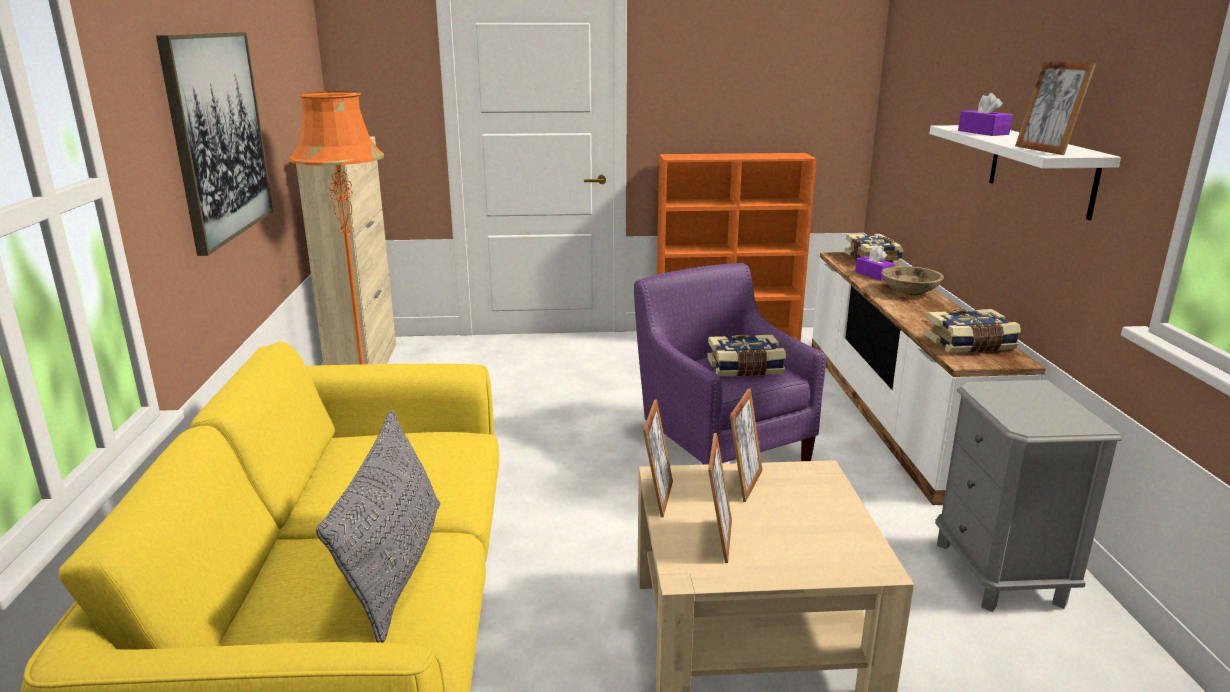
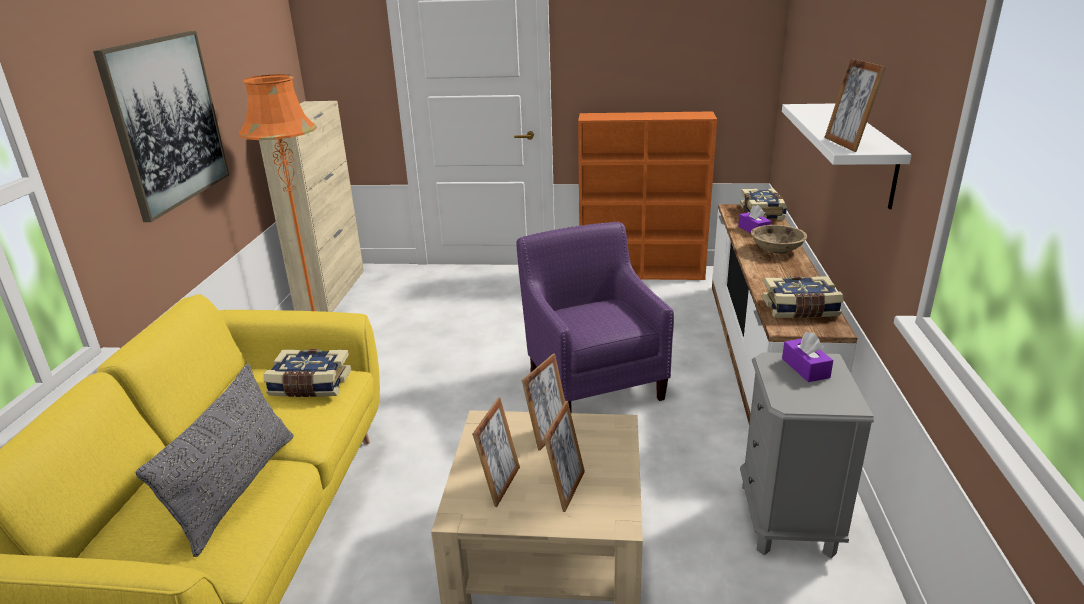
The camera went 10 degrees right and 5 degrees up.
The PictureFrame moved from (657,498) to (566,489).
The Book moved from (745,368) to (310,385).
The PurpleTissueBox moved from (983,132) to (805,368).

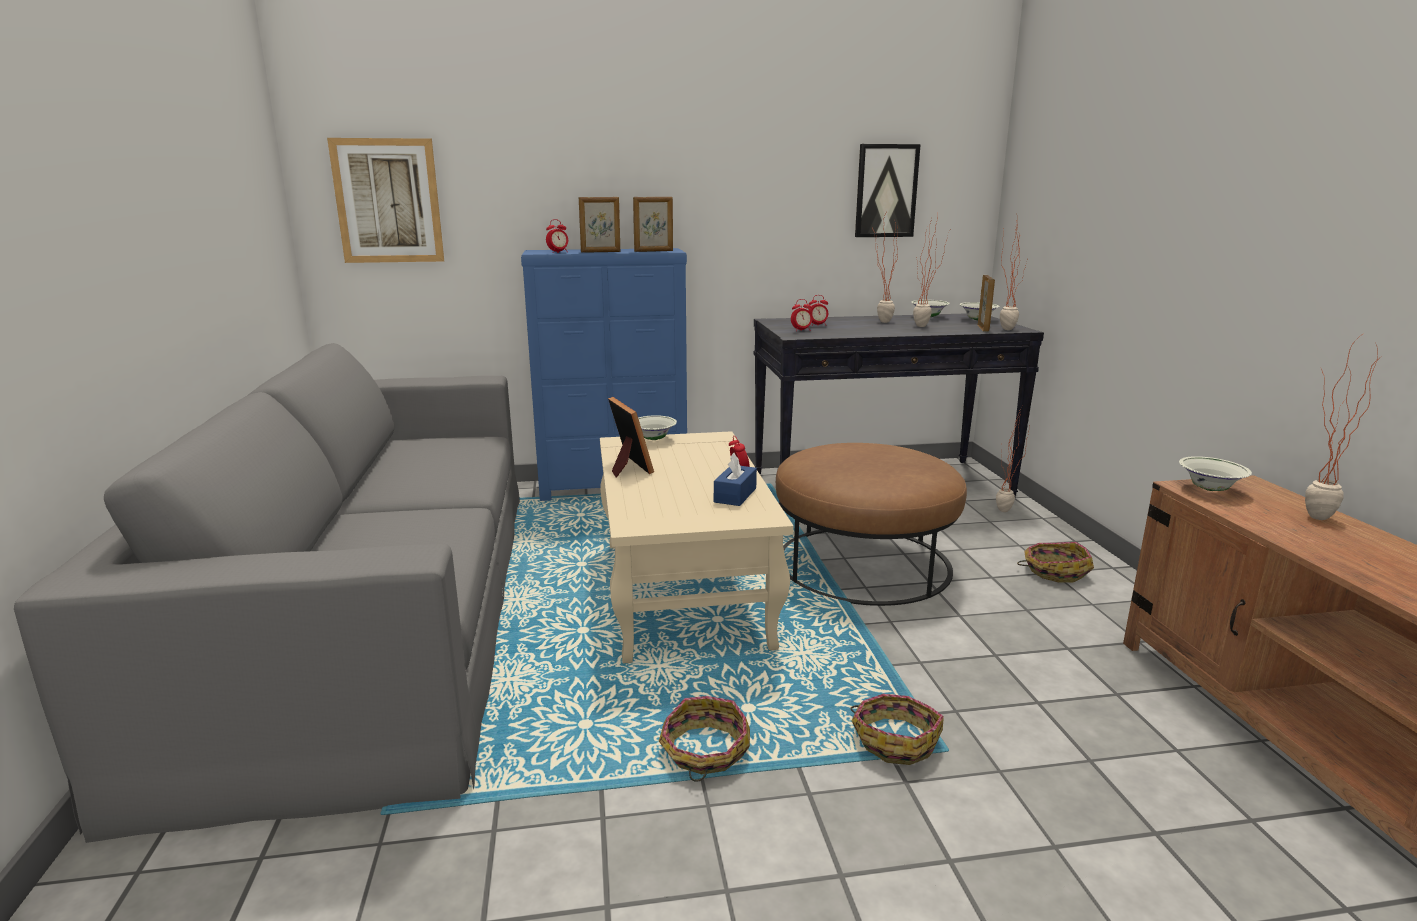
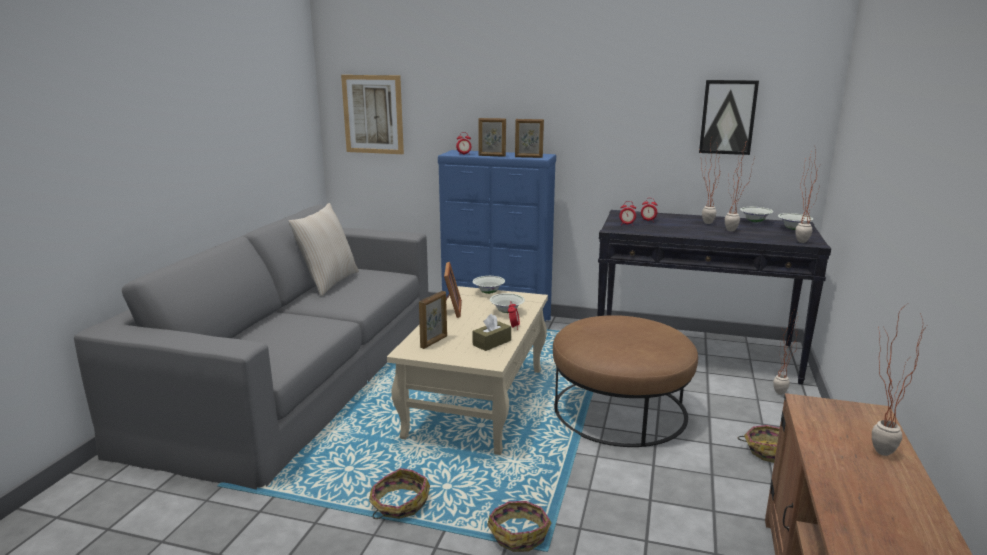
The camera went 25 degrees right and 0 degrees up.
The BlueTissueBox at (735,495) became the BrownTissueBox at (492,343).
The PictureFrame moved from (983,328) to (434,342).
The WhiteBowl moved from (1209,489) to (507,312).
The BeigePillow at (328,282) appeared.

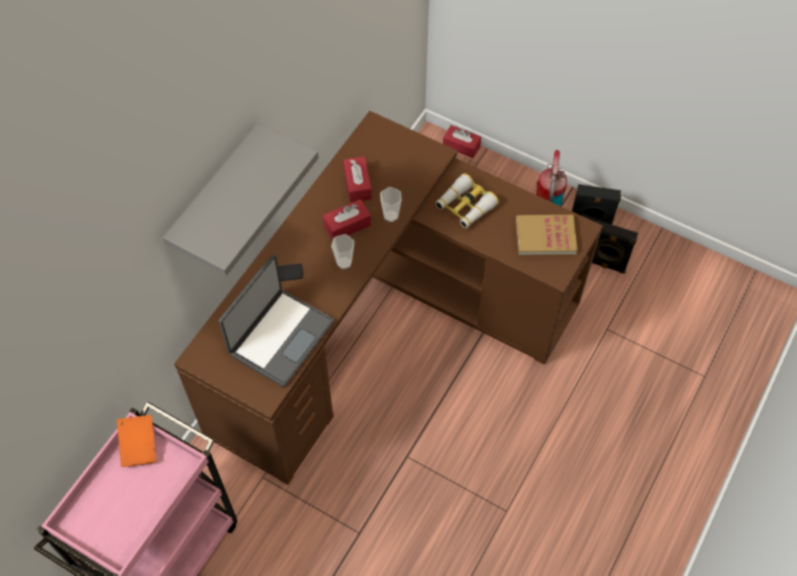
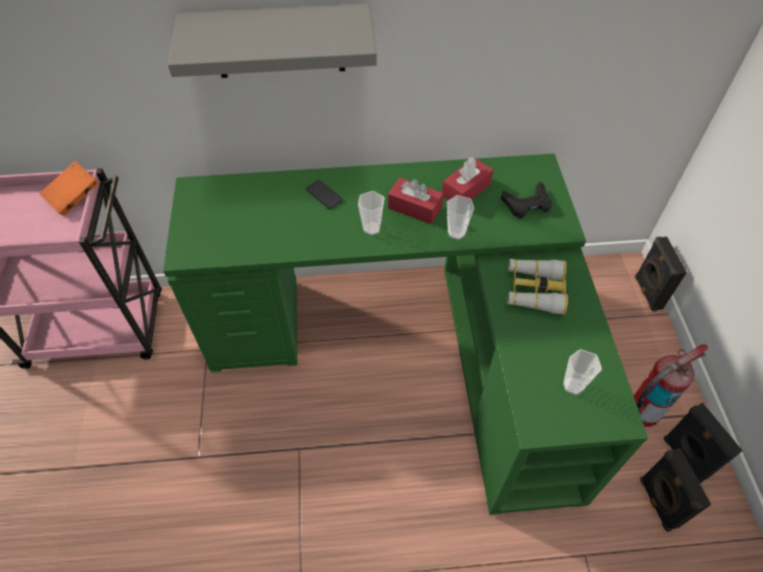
The camera went 55 degrees right and 5 degrees down.
The BrownDesk at (383,324) became the GreenDesk at (415,345).
The Laptop at (280,337) disappeared.
The RedTissueBox at (461,146) was replaced by the BlackSpeaker at (646,292).
The Book at (545,236) was replaced by the Cup at (573,386).
The BlackGameController at (527,204) appeared.

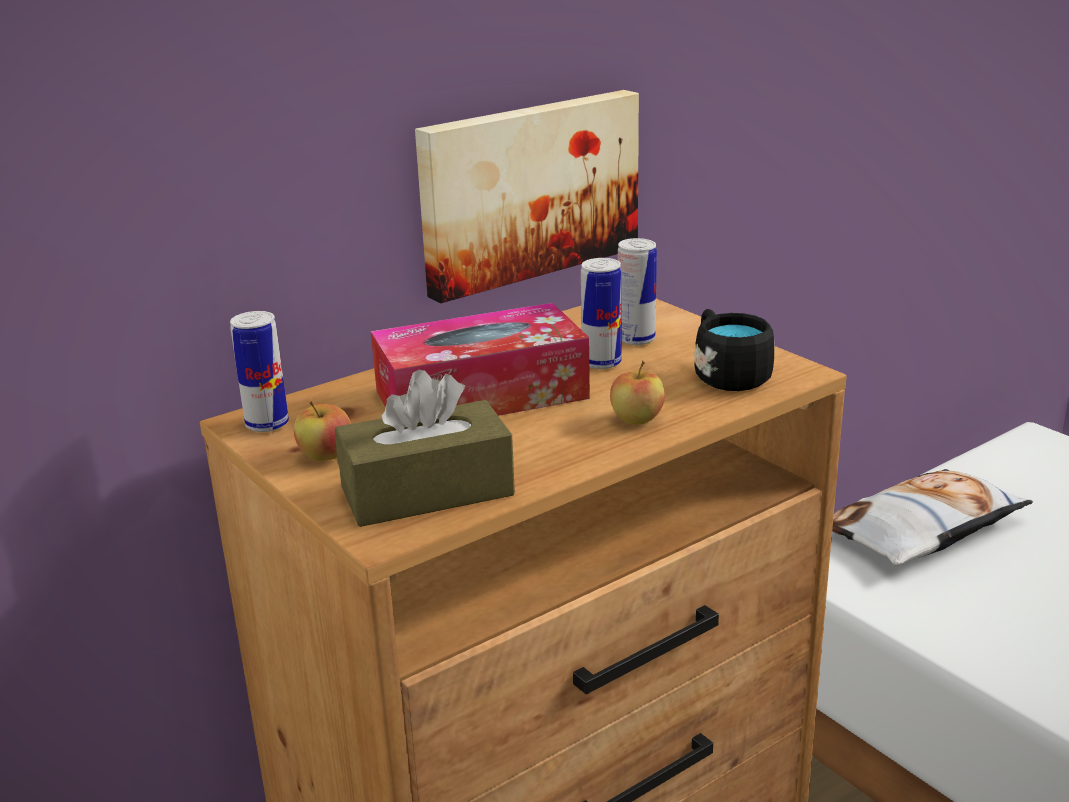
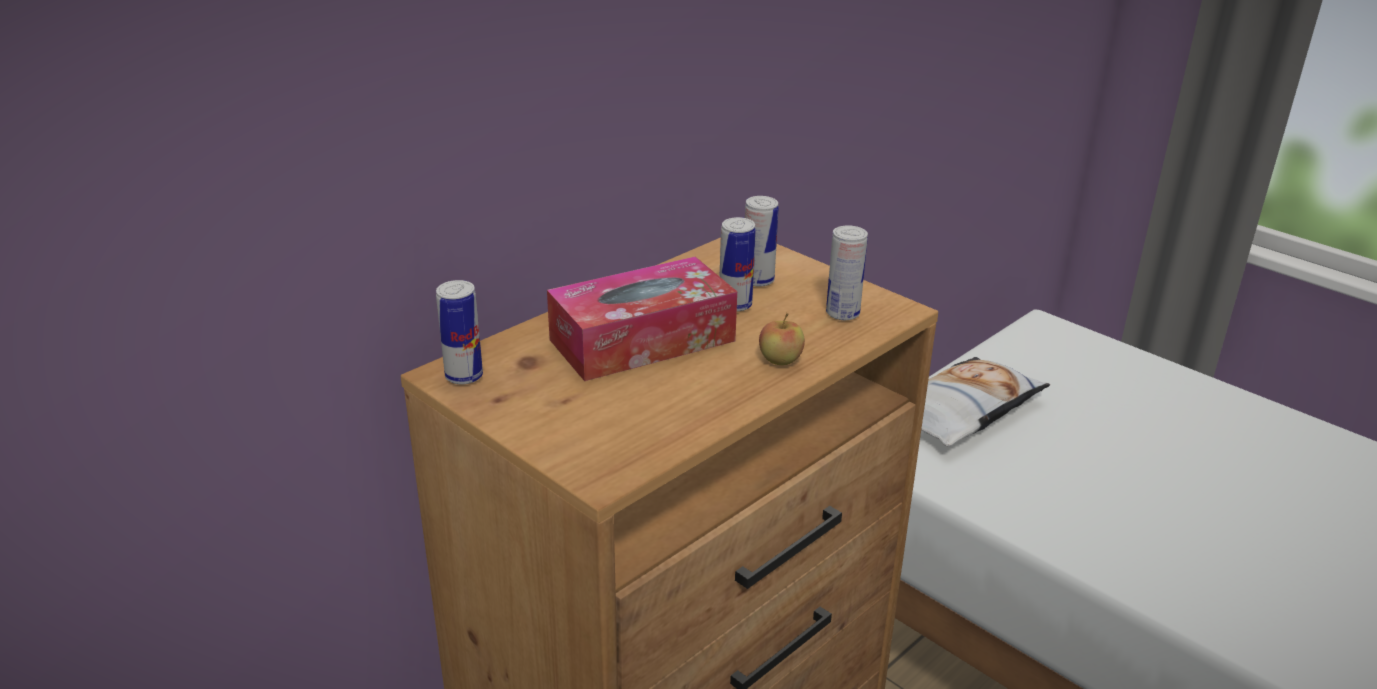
The camera went 10 degrees left and 5 degrees up.
The Apple at (326,456) disappeared.
The BrownTissueBox at (427,491) disappeared.
The Picture at (527,190) disappeared.
The BlackMug at (727,374) was replaced by the Can at (842,314).

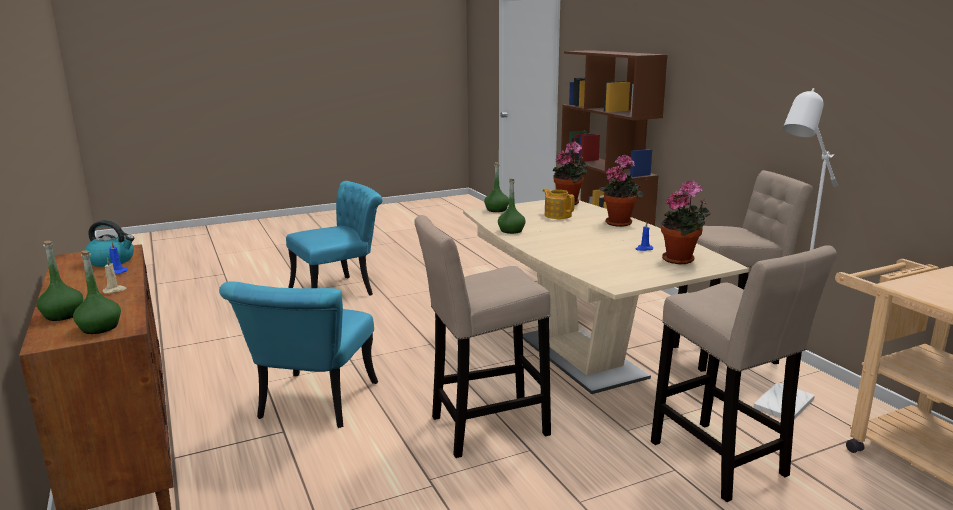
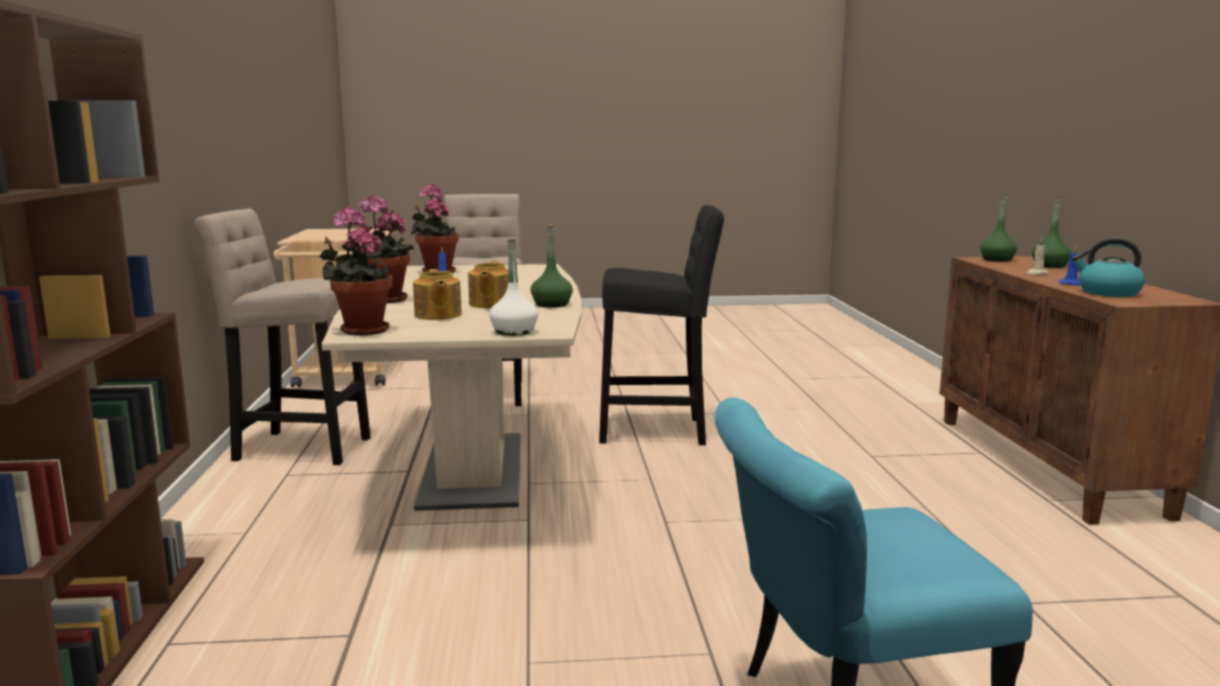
The camera went 160 degrees left and 5 degrees down.
The TurquoiseChair at (312,407) disappeared.
The BeigeStool at (483,428) became the BlackStool at (658,431).
The GreenBottle at (496,210) became the WhiteBottle at (513,331).
The WhiteFloorLamp at (779,408) disappeared.
The Teapot at (490,304) appeared.

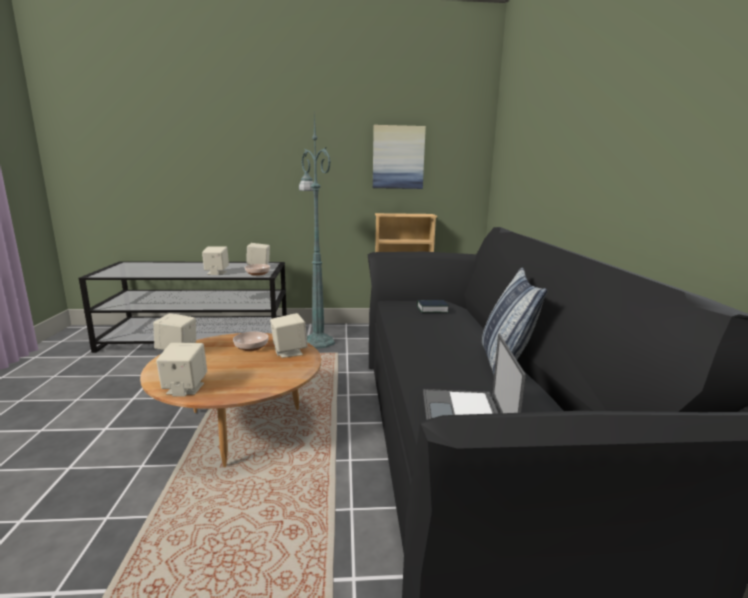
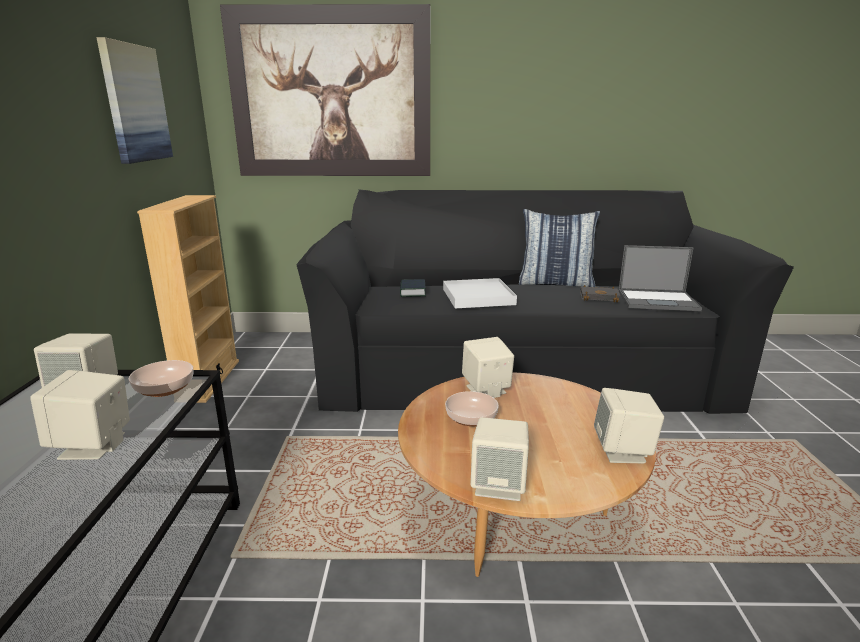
The camera went 85 degrees left and 5 degrees up.
The GreenFloorLamp at (317,341) disappeared.
The Picture at (331,94) appeared.
The WhiteTray at (478,296) appeared.
The BlackBook at (600,297) appeared.

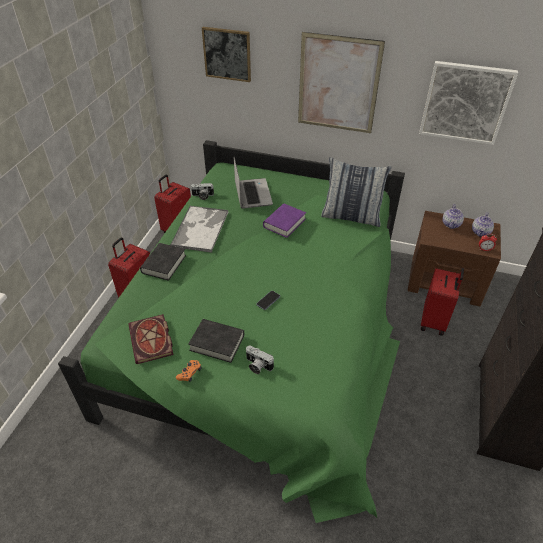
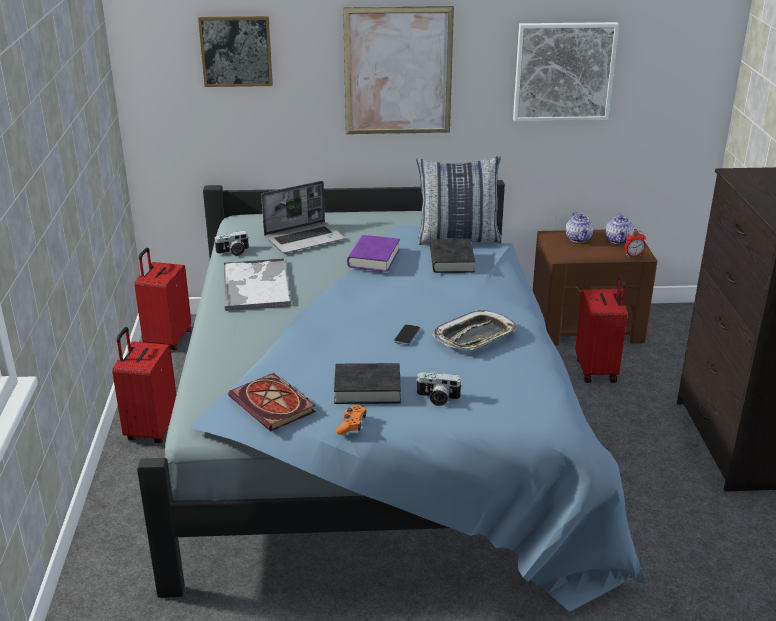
The camera went 20 degrees left and 15 degrees down.
The GreenBed at (267,333) became the BlueBed at (378,431).
The BlackBook moved from (164,264) to (451,261).
The Laptop at (252,194) turned 90 degrees clockwise.
The Tray at (475,337) appeared.

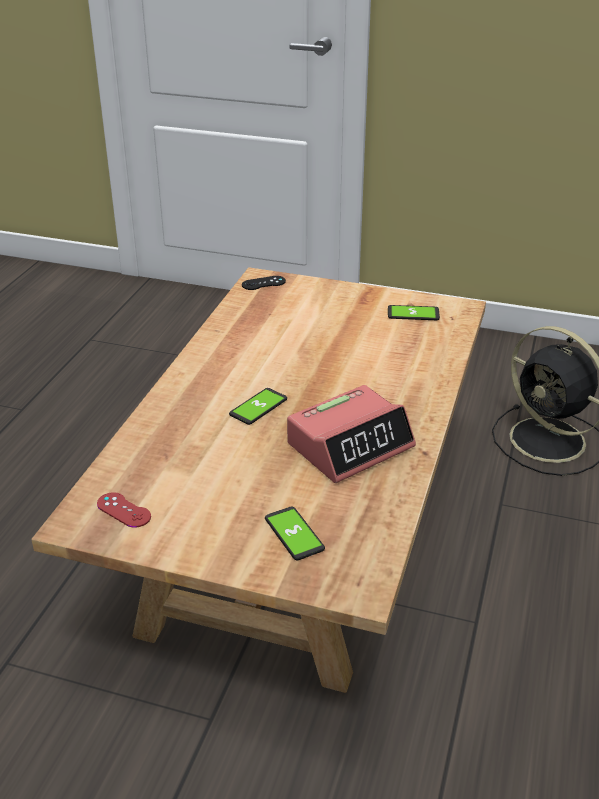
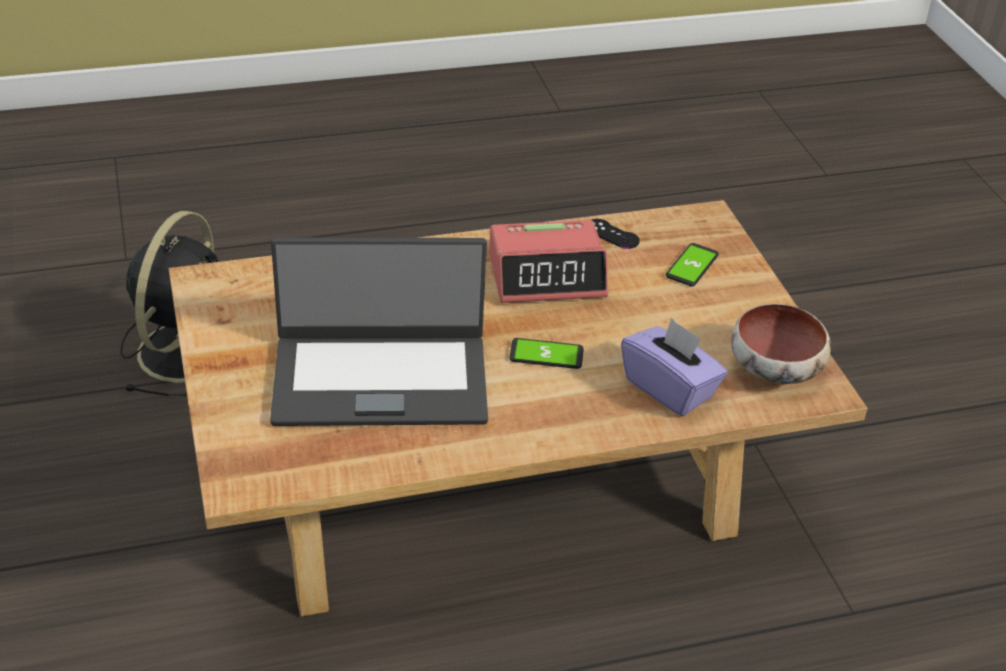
The camera went 125 degrees left and 5 degrees up.
The RedGameController at (124,510) was replaced by the Bowl at (775,370).
The BlackGameController moved from (263,283) to (612,234).
The AlarmClock at (350,445) turned 150 degrees clockwise.
The Phone at (413,314) disappeared.
The Laptop at (380,379) appeared.
The PurpleTissueBox at (669,388) appeared.

